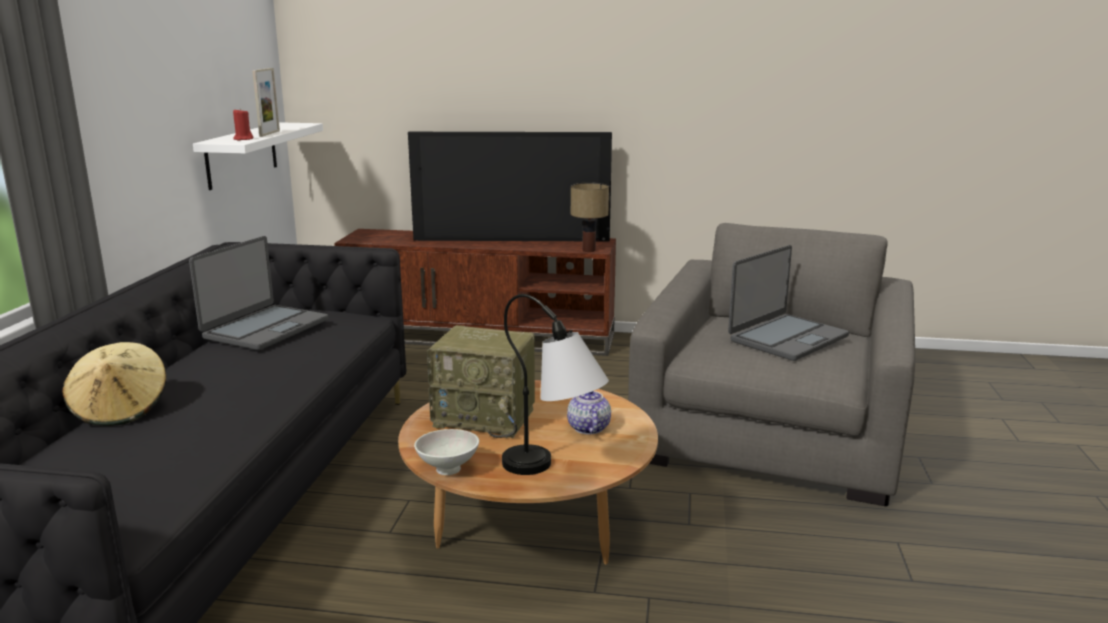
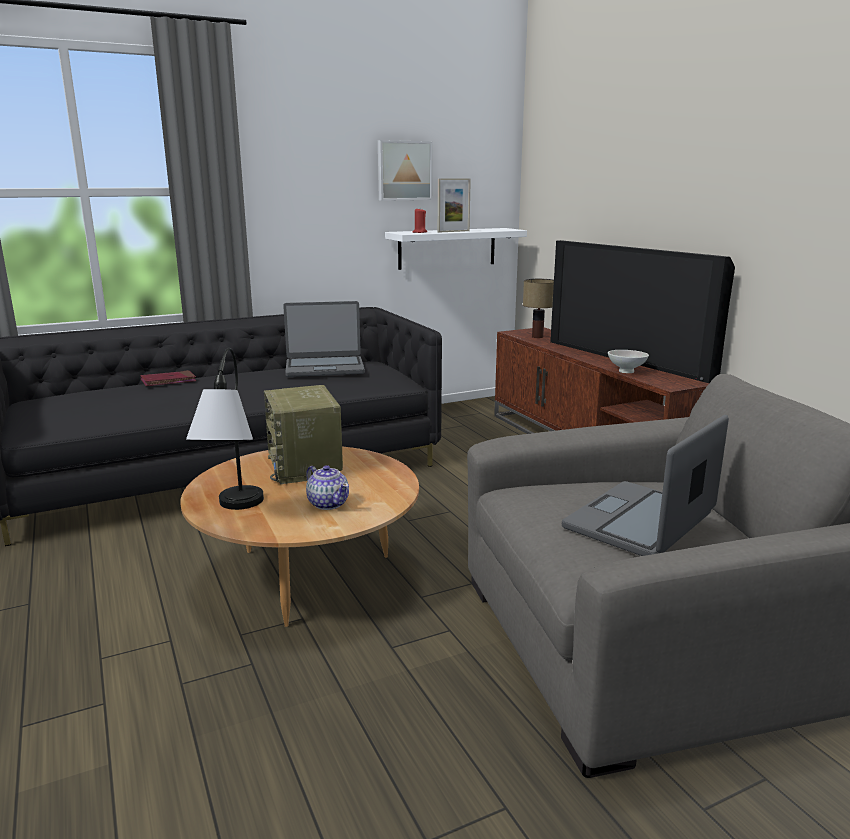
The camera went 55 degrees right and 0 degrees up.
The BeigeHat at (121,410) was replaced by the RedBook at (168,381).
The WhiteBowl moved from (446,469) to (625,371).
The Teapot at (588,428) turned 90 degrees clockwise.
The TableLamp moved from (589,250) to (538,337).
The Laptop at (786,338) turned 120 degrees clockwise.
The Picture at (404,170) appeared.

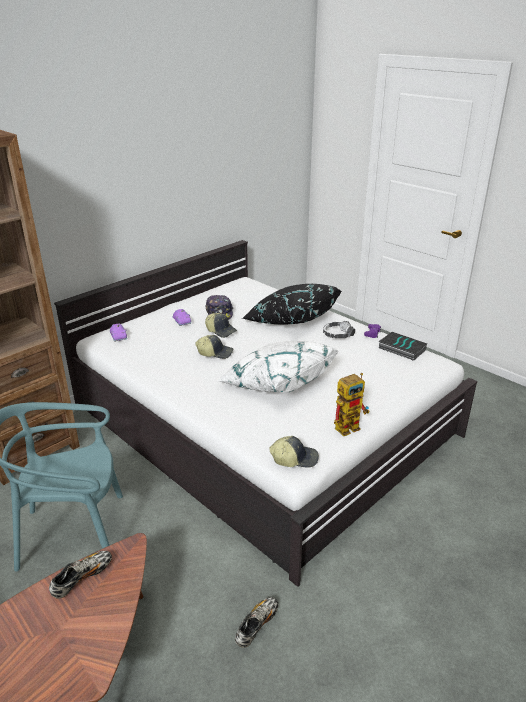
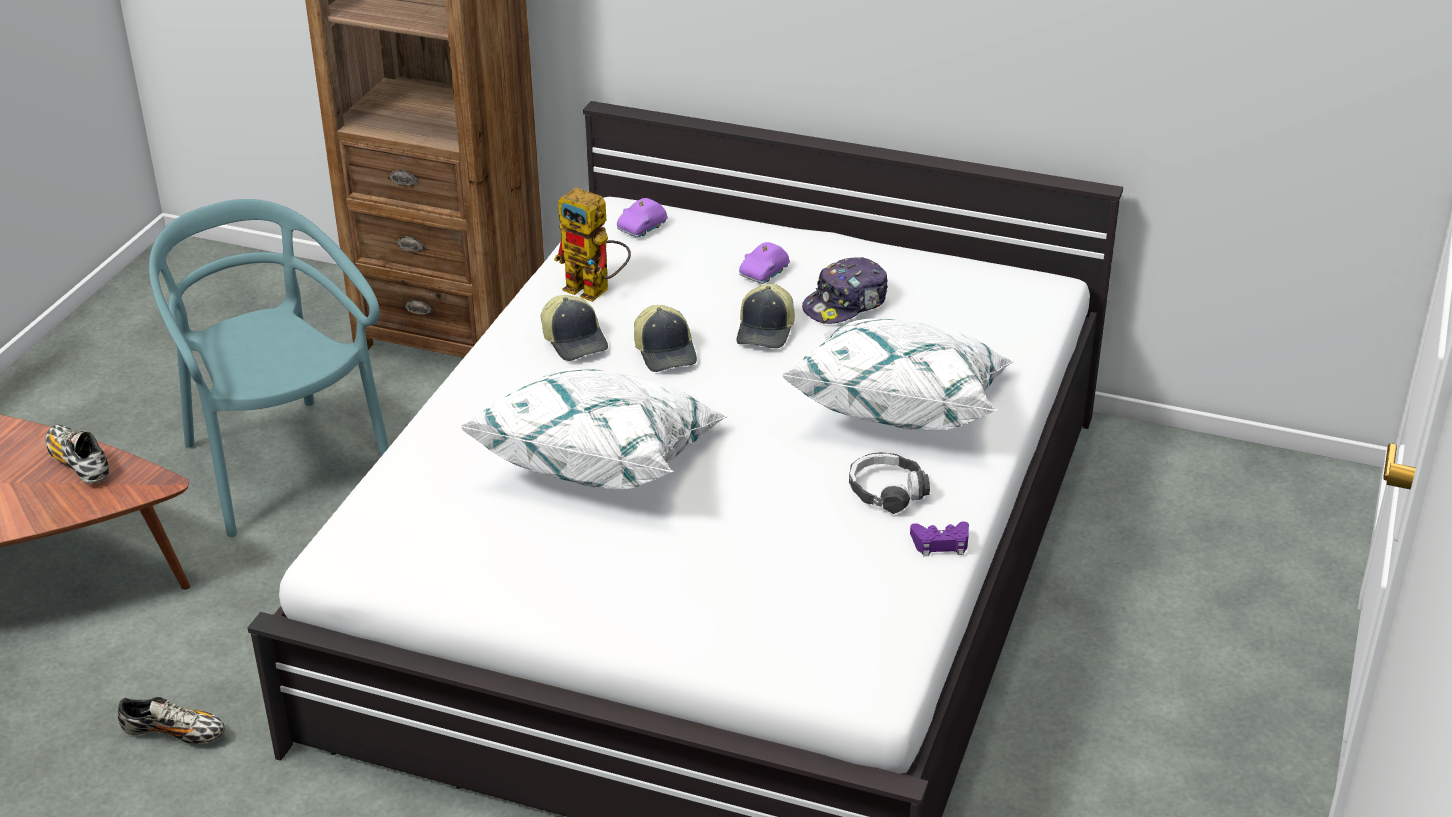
The camera went 65 degrees right and 5 degrees up.
The Shoe at (82,578) turned 150 degrees counterclockwise.
The BlackPillow at (291,320) became the WhitePillow at (900,406).
The Cap moved from (294,458) to (575,341).
The ToyRobot moved from (350,425) to (596,290).
The Book at (401,349) disappeared.

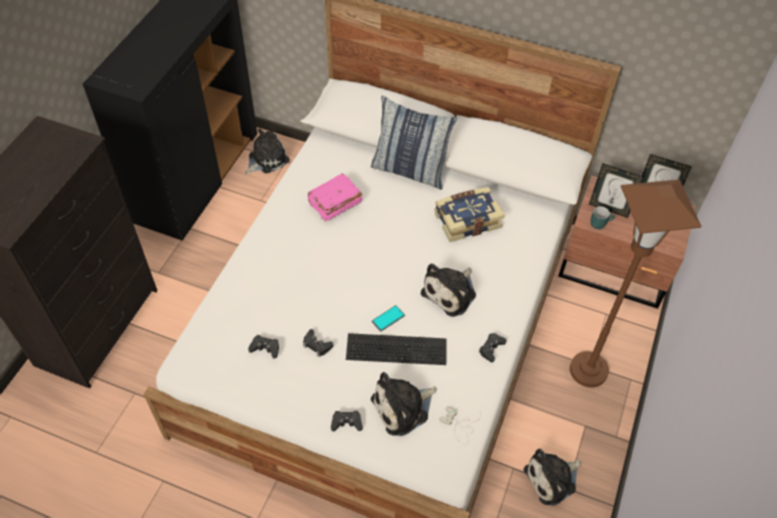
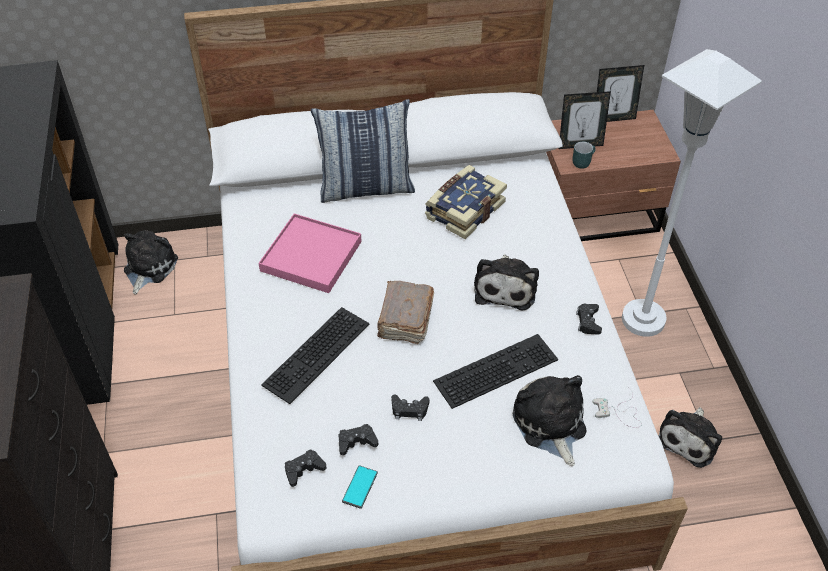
The camera went 30 degrees left and 5 degrees down.
The PinkBook at (334,203) was replaced by the PinkTray at (311,256).
The BlackGameController moved from (346,422) to (304,470).
The PlushToy at (403,407) turned 135 degrees clockwise.
The Phone moved from (388,318) to (360,487).
The BrownFloorLamp at (588,371) became the WhiteFloorLamp at (643,320).
The Keyboard at (317,356) appeared.
The BrownBook at (405,320) appeared.

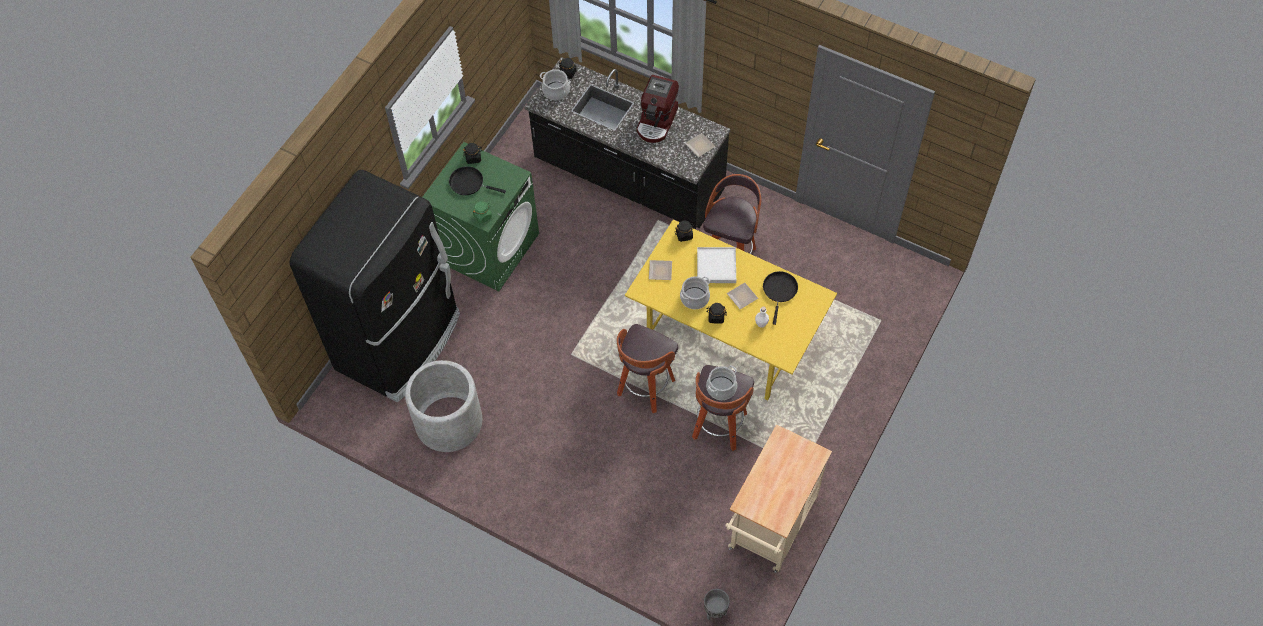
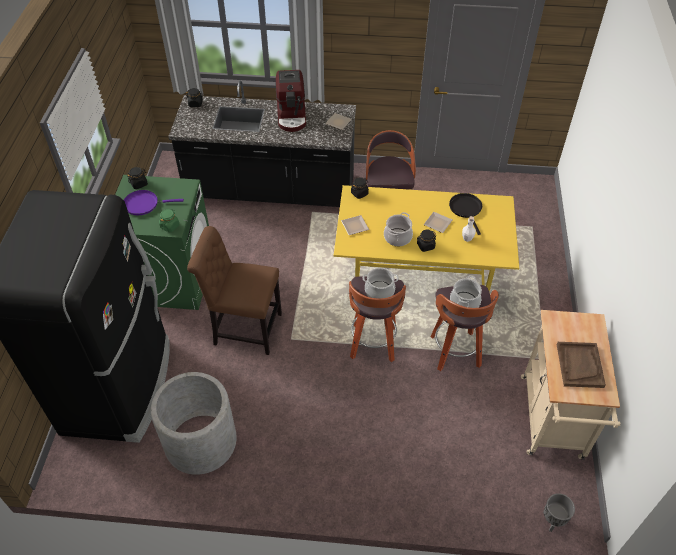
The camera went 25 degrees left and 10 degrees down.
The BlackFryingPan at (469,183) became the PurpleFryingPan at (144,204).
The CookingPot moved from (556,91) to (379,291).
The WhiteTray at (716,266) disappeared.
The BrownChair at (244,328) appeared.
The BrownTray at (579,365) appeared.

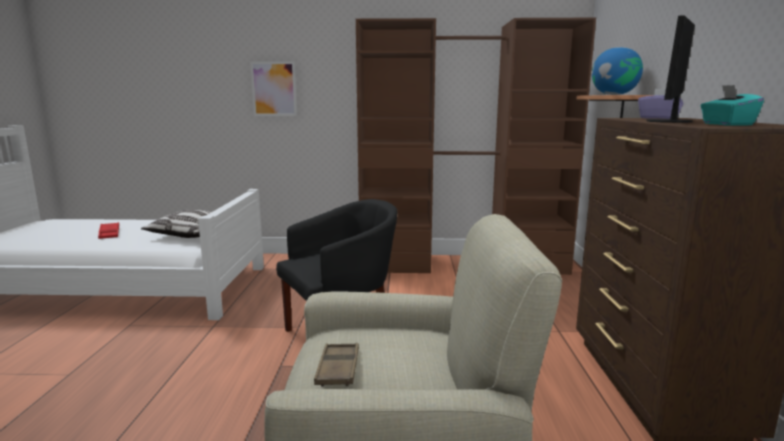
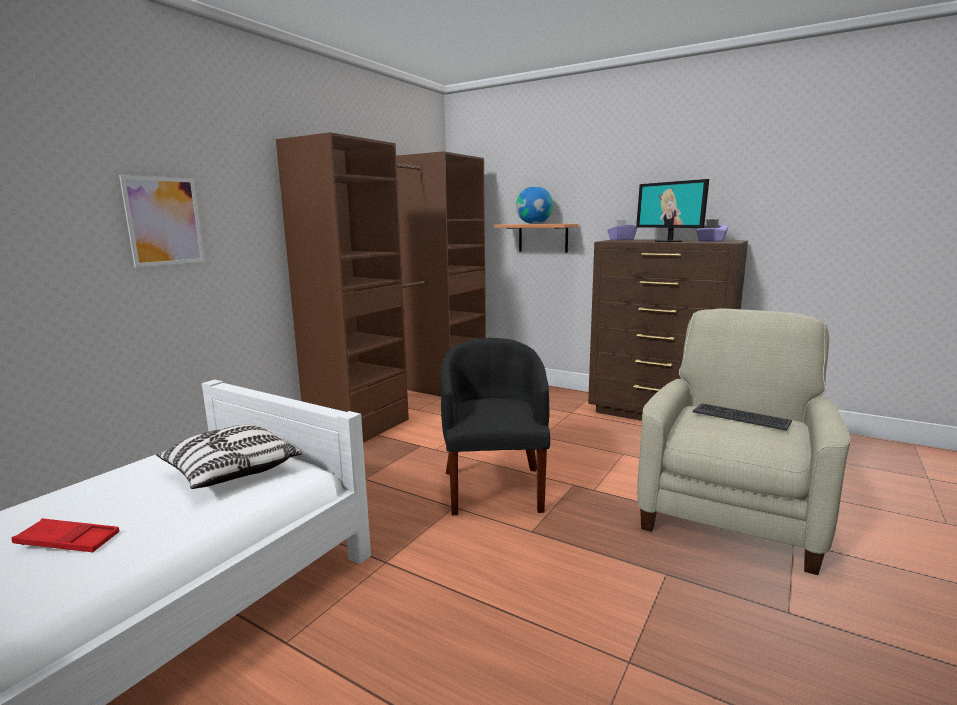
The camera went 60 degrees left and 0 degrees up.
The BrownTray at (338,369) disappeared.
The TurquoiseTissueBox at (726,124) became the PurpleTissueBox at (711,241).
The Keyboard at (741,417) appeared.

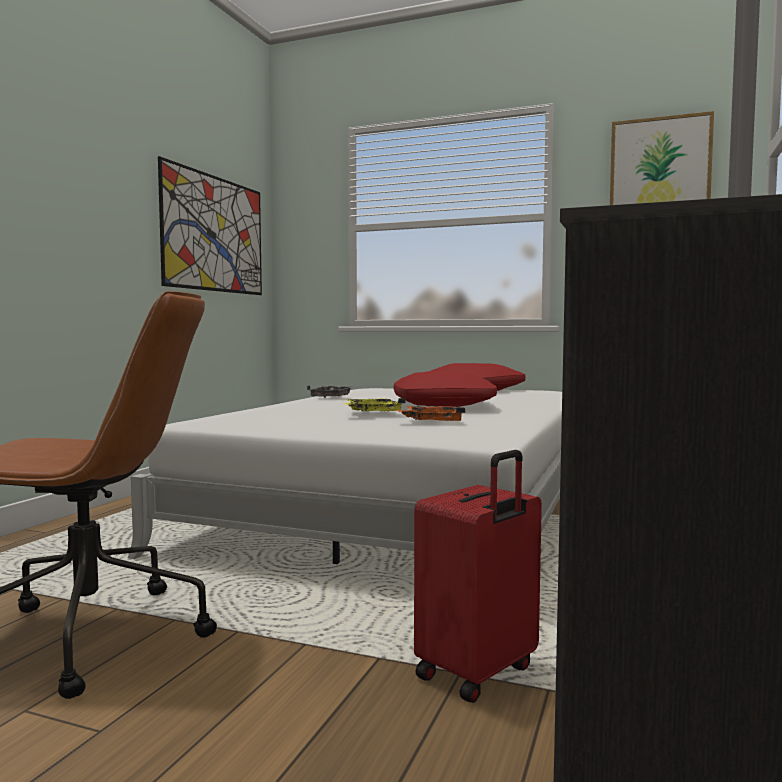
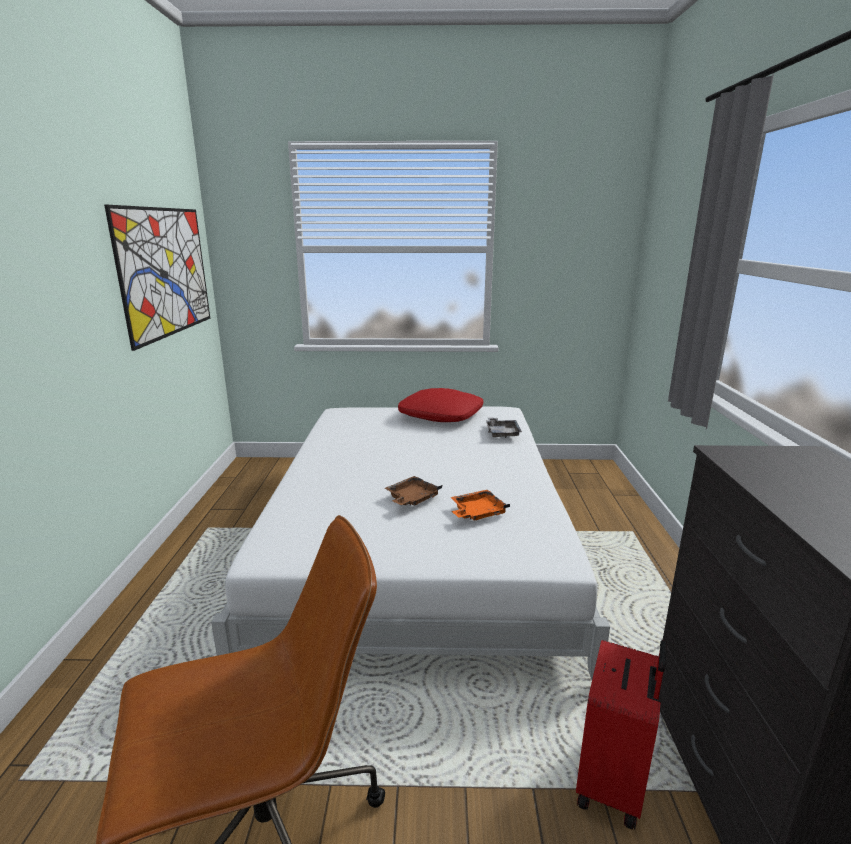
The camera went 20 degrees left and 15 degrees up.
The GreyTray moved from (331,397) to (502,433).
The YellowTray at (372,413) became the BrownTray at (412,499).
The RedPillow at (444,405) disappeared.
The Picture at (660,166) disappeared.

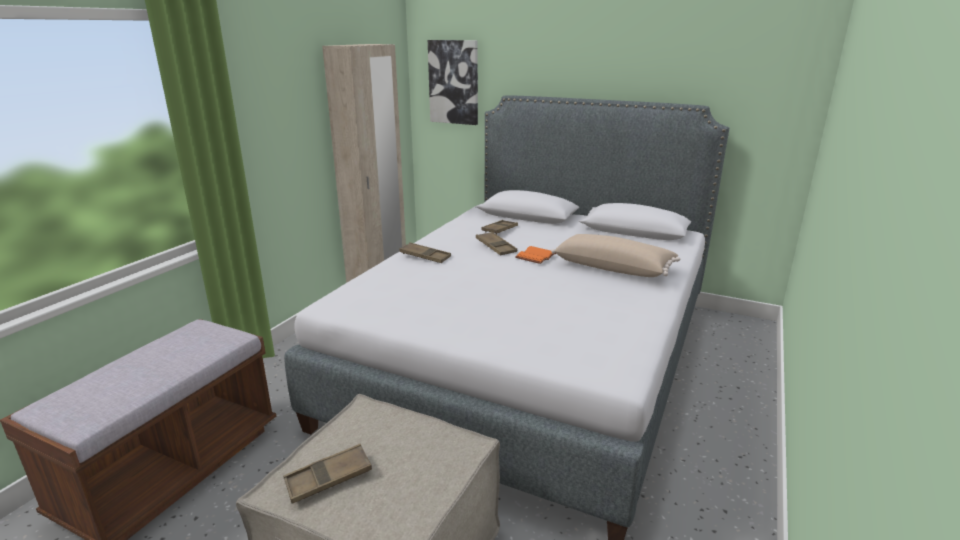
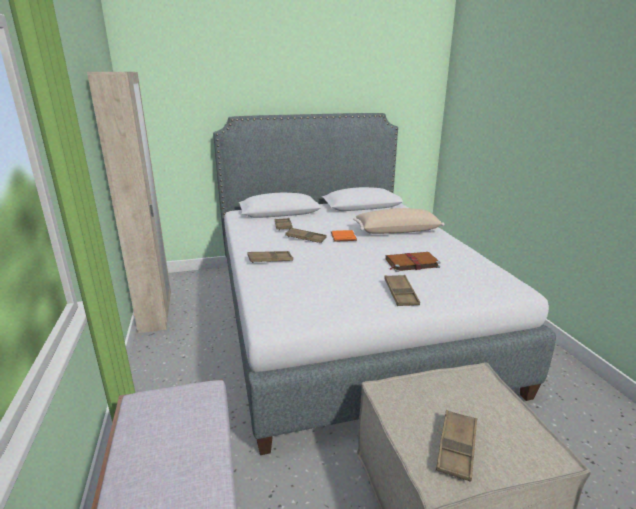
The camera went 40 degrees left and 0 degrees up.
The Picture at (454,82) disappeared.
The BrownTray at (401,293) appeared.
The BrownBook at (411,263) appeared.

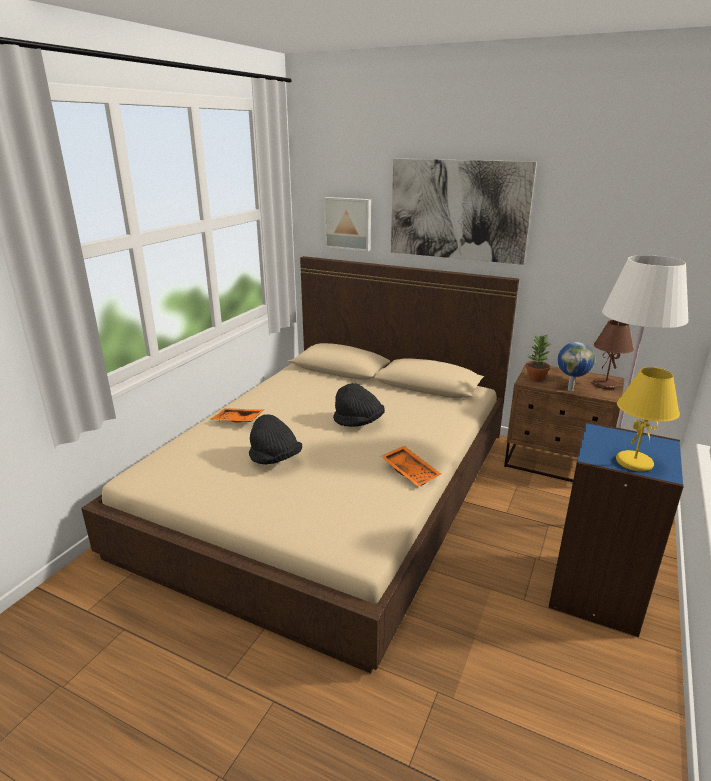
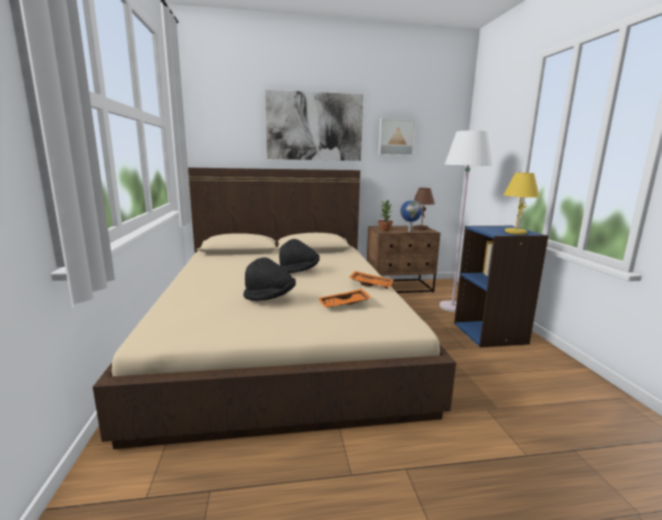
The camera went 35 degrees left and 10 degrees down.
The OrangeTray moved from (237,421) to (344,305).
The Picture moved from (348,223) to (396,137).

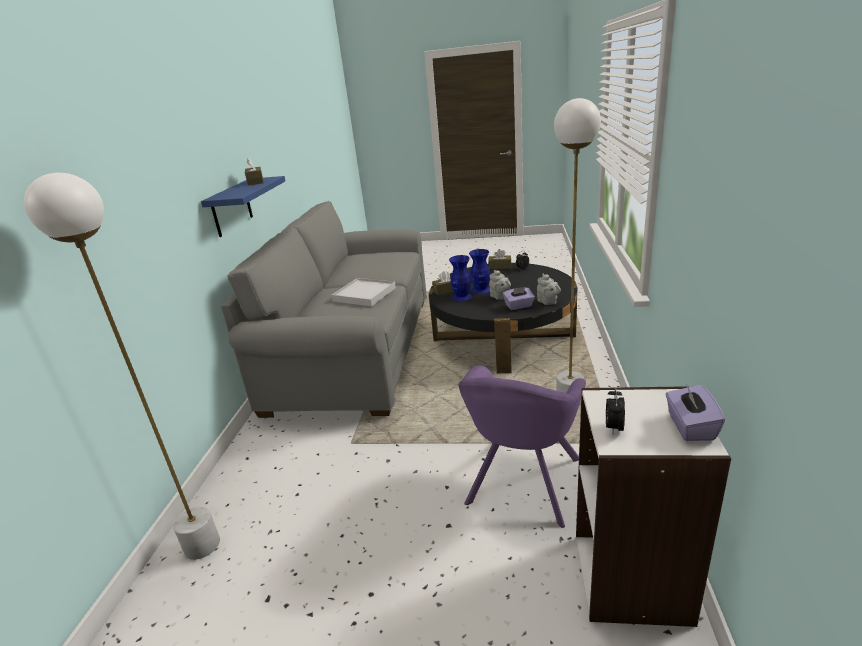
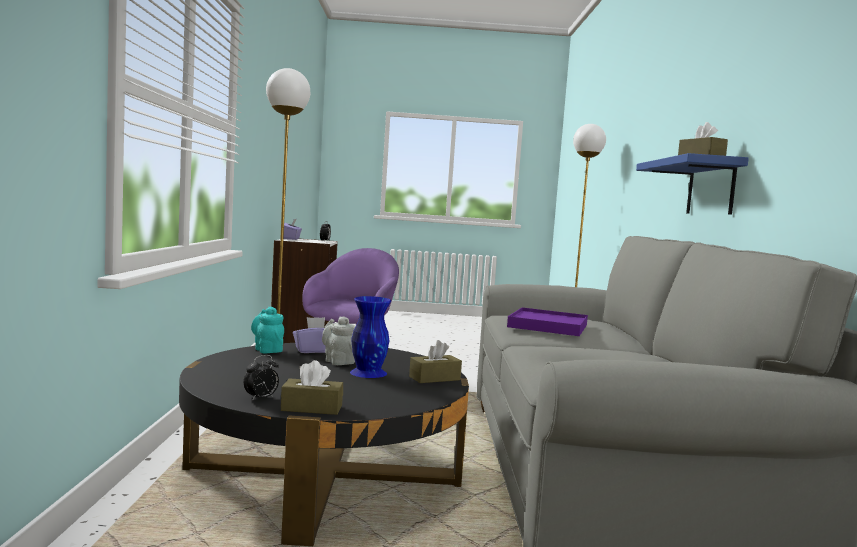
The camera went 170 degrees right and 20 degrees down.
The WhiteTray at (364,294) became the PurpleTray at (548,326).
The BlueVase at (462,297) disappeared.
The GreyTeapot at (548,302) became the TurquoiseTeapot at (267,350).

